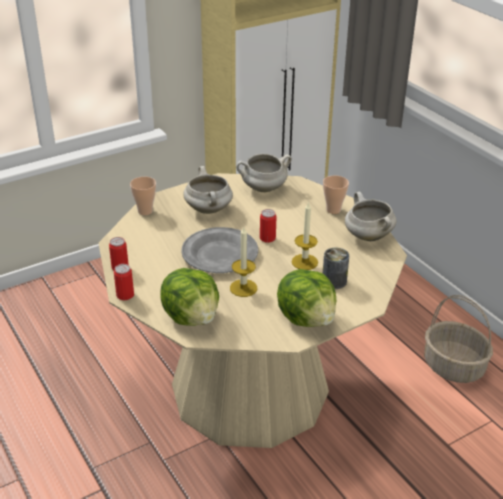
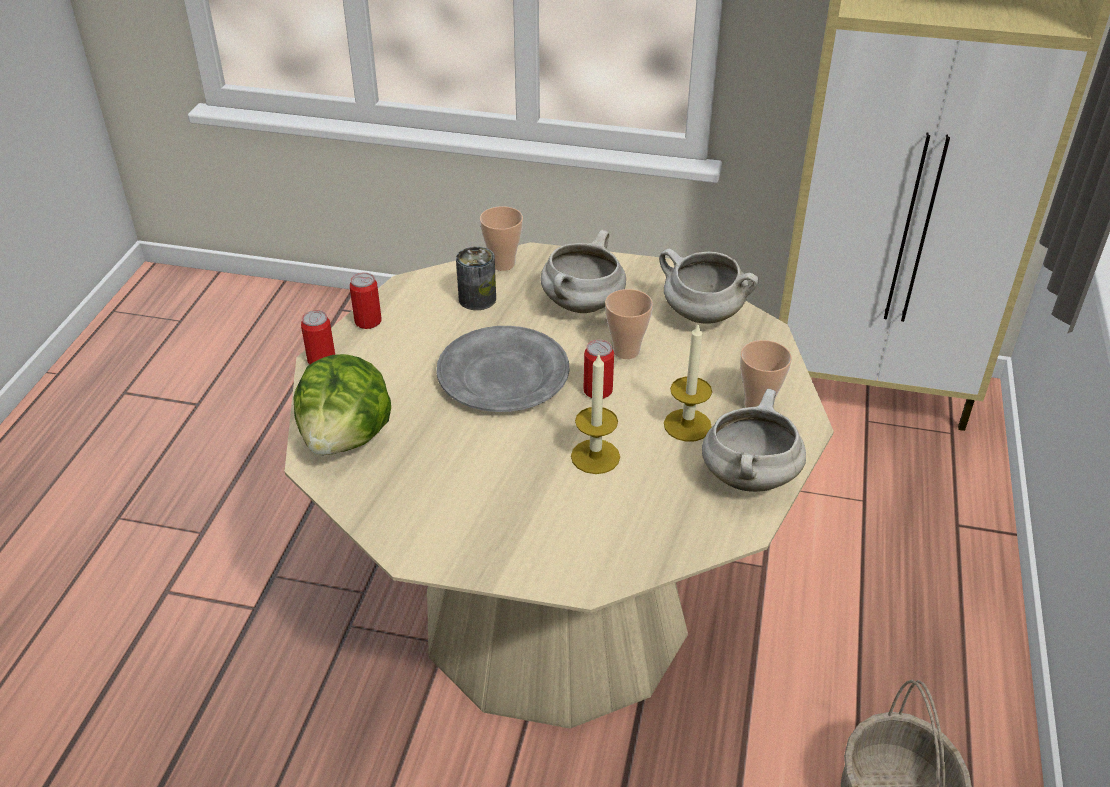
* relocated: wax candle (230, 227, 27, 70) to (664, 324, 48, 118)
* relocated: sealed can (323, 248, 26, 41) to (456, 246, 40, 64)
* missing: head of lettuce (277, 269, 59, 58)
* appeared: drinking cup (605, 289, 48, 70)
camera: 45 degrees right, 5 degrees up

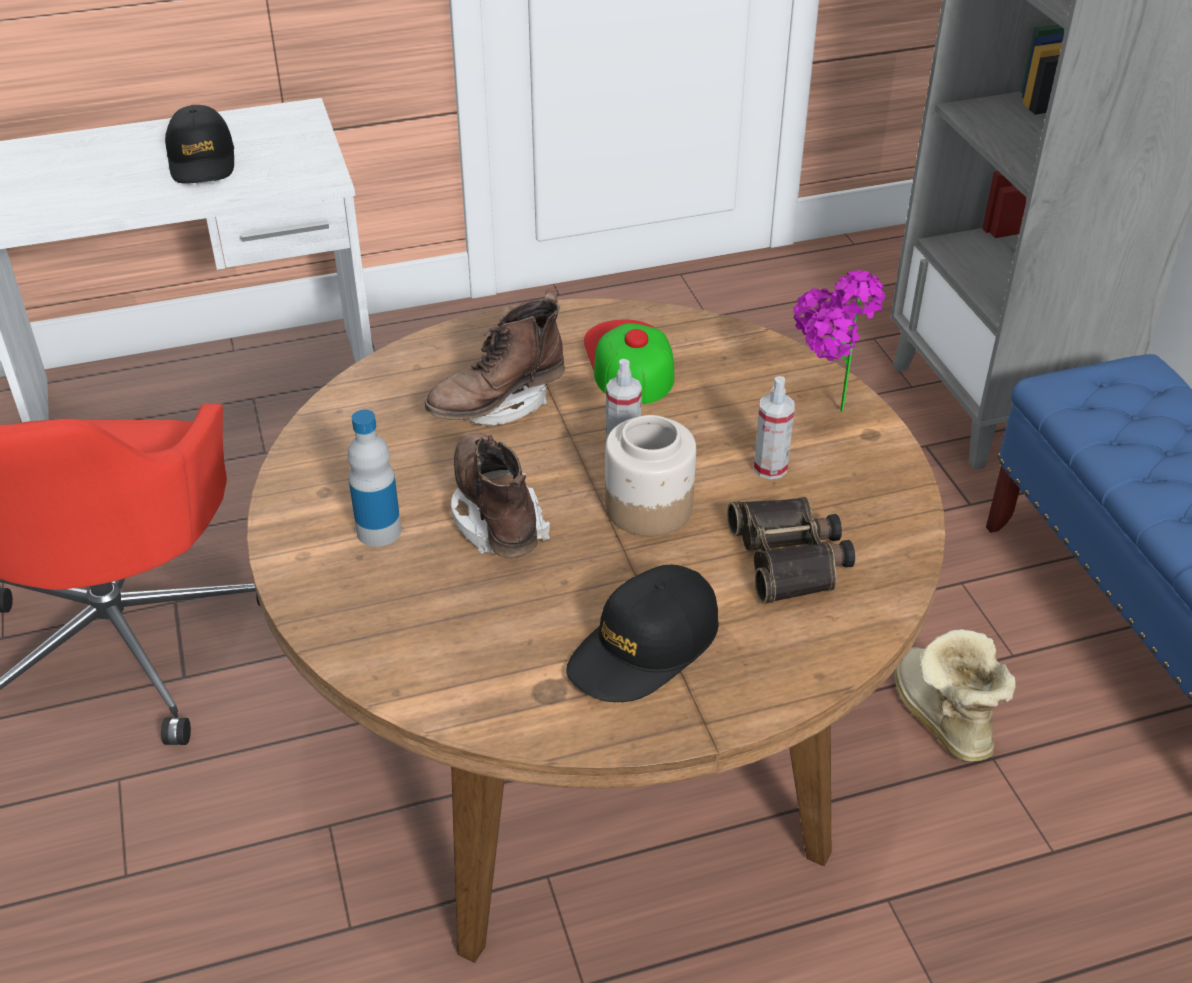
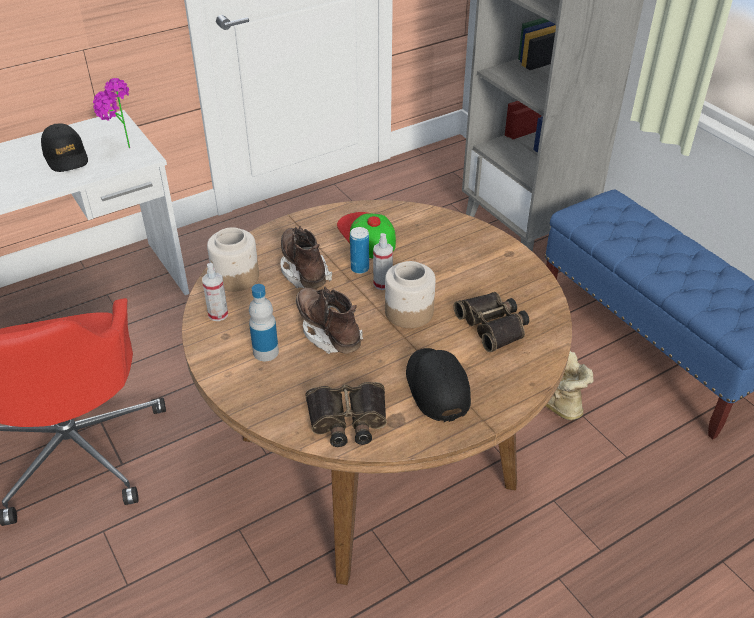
* relocated: houseplant (793, 270, 92, 142) to (93, 78, 37, 70)
* spun: boot (brownish) (425, 291, 140, 134) = (280, 226, 52, 63) 120 degrees clockwise
* relocated: sprayer (754, 376, 41, 103) to (202, 263, 26, 58)
* spun: cap (black-coloured) (566, 565, 152, 137) = (406, 348, 65, 75) 135 degrees clockwise
* appeared: preserve jar (207, 227, 52, 65)
* appeared: sealed can (350, 227, 19, 47)
* appeared: field glasses (305, 382, 82, 65)
camera: 15 degrees left, 0 degrees up

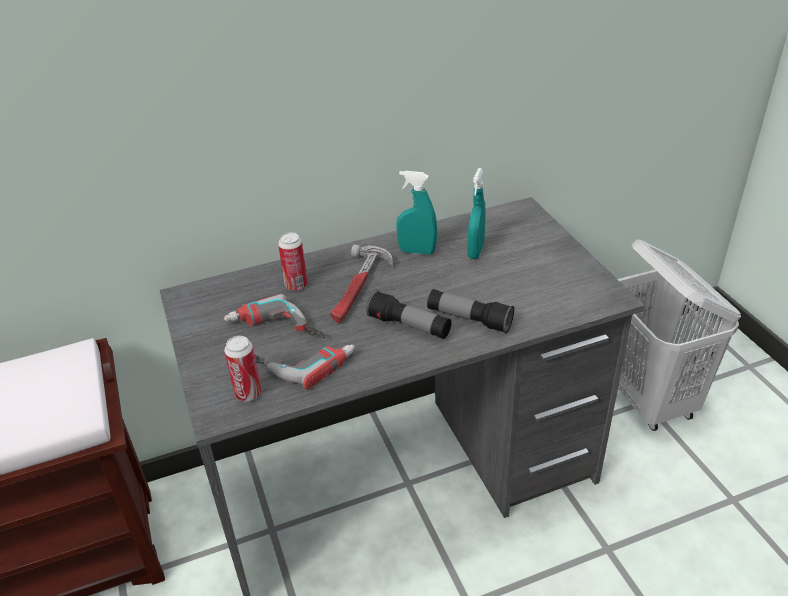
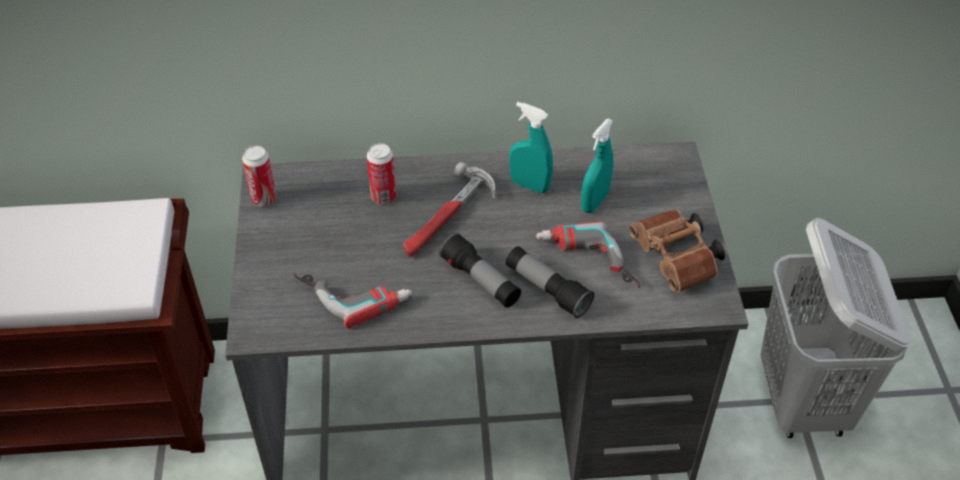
* relocated: drill (224, 294, 101, 44) to (536, 221, 104, 67)
* relocated: sealed can (224, 336, 38, 65) to (242, 145, 35, 61)
* appeared: field glasses (brownish) (629, 209, 96, 84)
camera: 15 degrees right, 10 degrees up

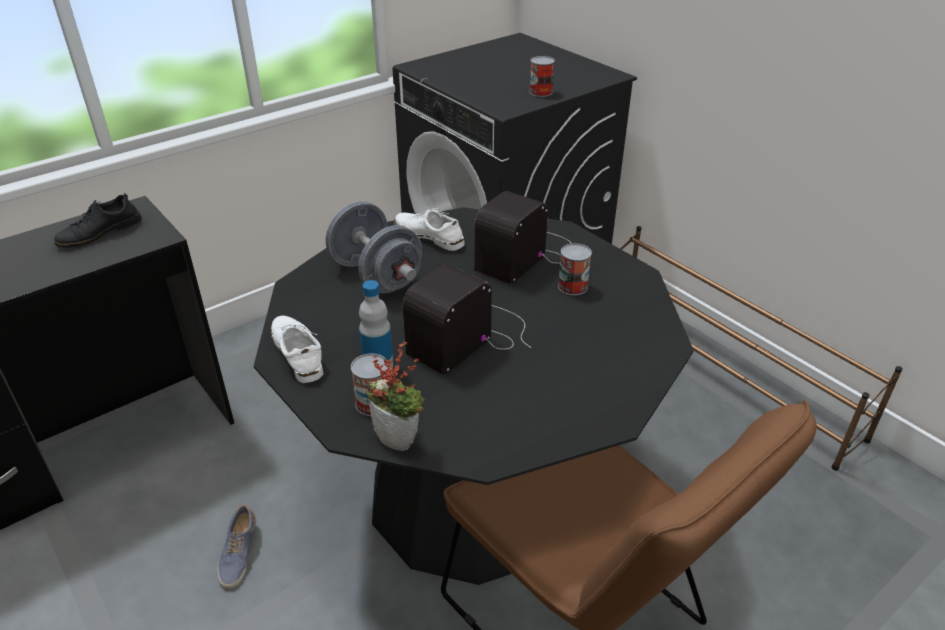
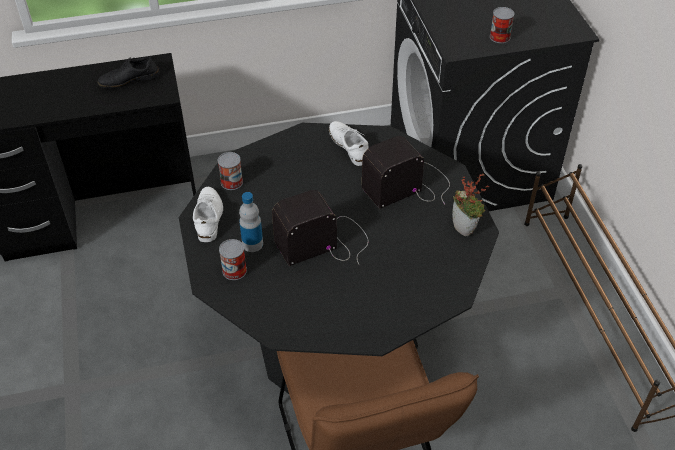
* missing: free weight (gray) (326, 201, 96, 92)
* relocated: sealed can (558, 243, 34, 52) to (218, 152, 25, 38)
* relocated: houseplant (366, 341, 59, 110) to (452, 173, 37, 63)
* missing: low shoe (217, 505, 39, 84)
camera: 25 degrees right, 10 degrees up

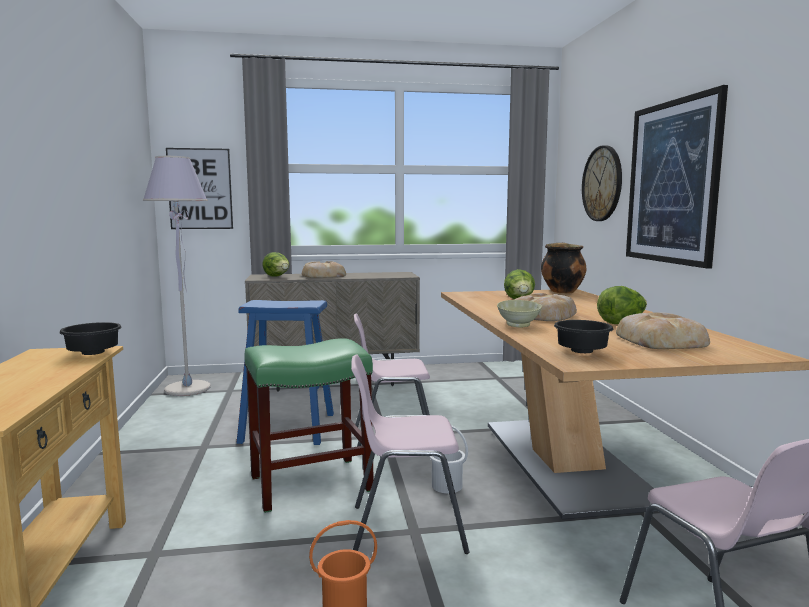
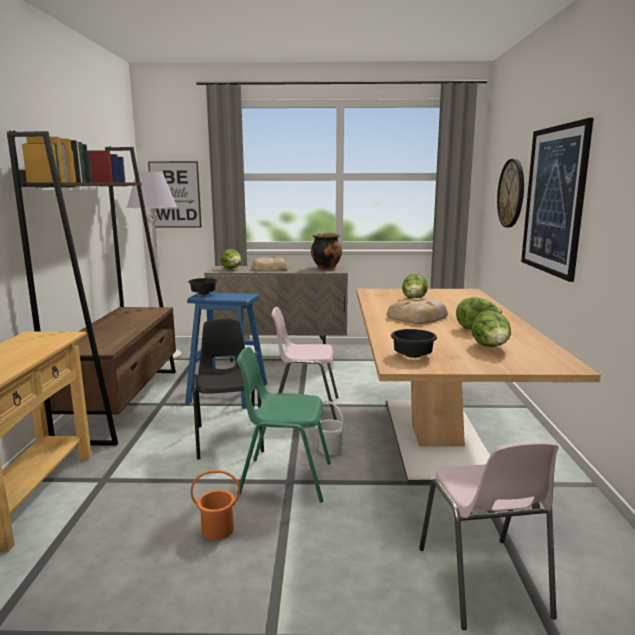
* relocated: saucepot (541, 243, 46, 51) to (311, 232, 31, 37)
* missing: deep dish (beige) (497, 300, 45, 28)
* exchanged: bakery bread (616, 312, 94, 37) to head of lettuce (471, 310, 40, 37)
* relocated: deep dish (black-coloured) (59, 322, 63, 33) to (188, 278, 29, 17)
* exchanged: stool seat (green-coloured) (244, 338, 130, 175) to plain chair (black-coloured) (193, 319, 71, 141)
* colour: plain chair (pink-coloured) (351, 354, 119, 200) to plain chair (green-coloured) (237, 346, 94, 156)
* appeared: shelving unit (brownish) (7, 131, 169, 315)
camera: 10 degrees right, 5 degrees up

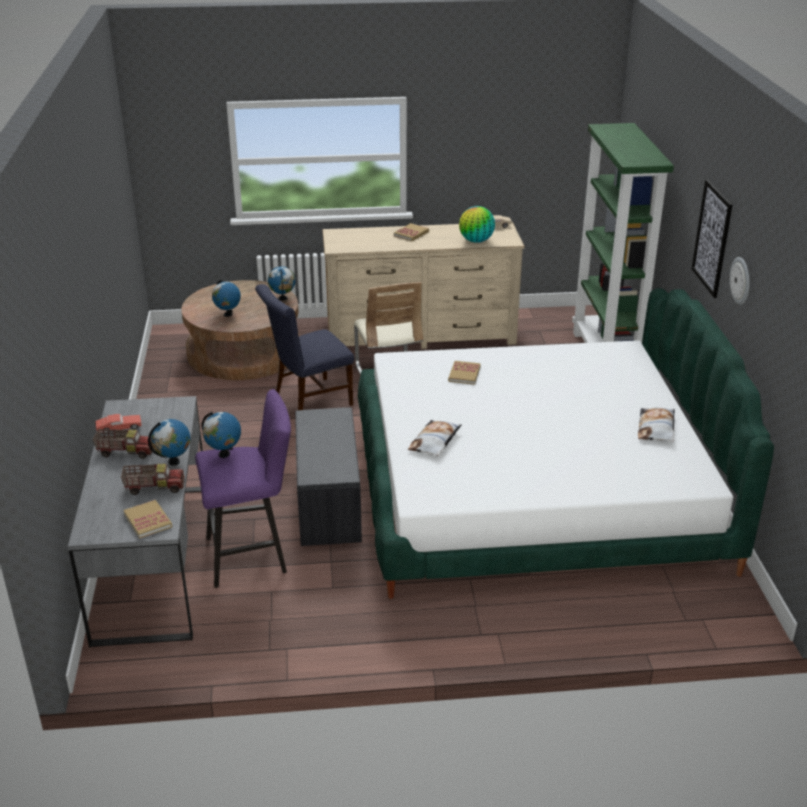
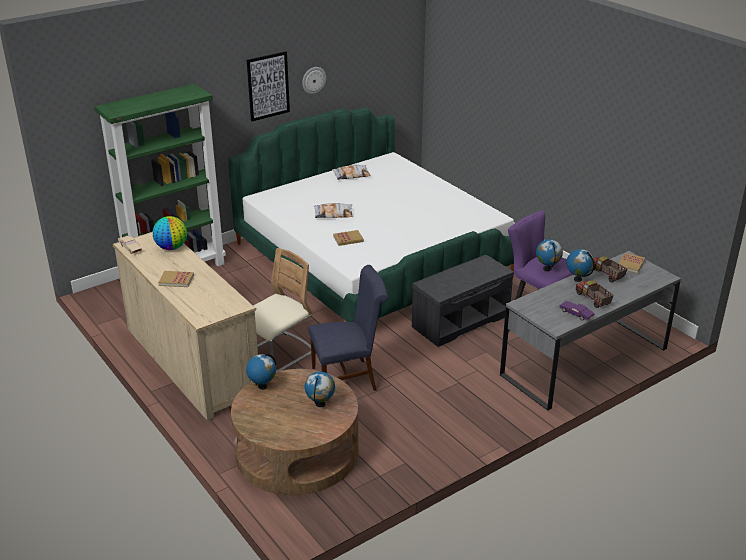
* spun: plain chair (blue-coloured) (255, 284, 99, 126) = (308, 265, 80, 126) 45 degrees counterclockwise
* colour: toy car (red-coloured) (96, 414, 46, 18) to toy car (purple-coloured) (559, 301, 35, 20)
* relocated: pillow (407, 420, 55, 36) to (314, 203, 39, 15)
camera: 120 degrees left, 0 degrees up

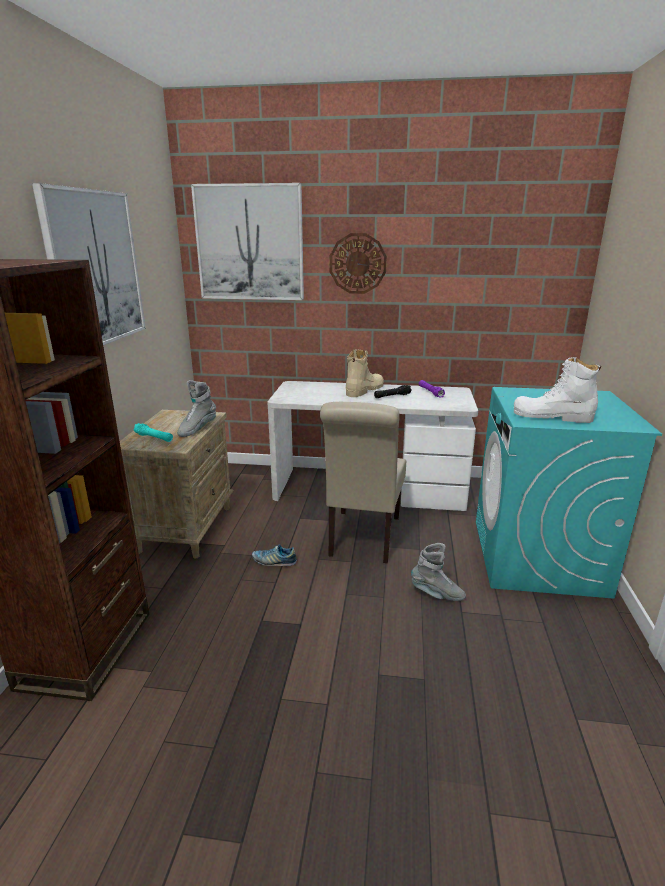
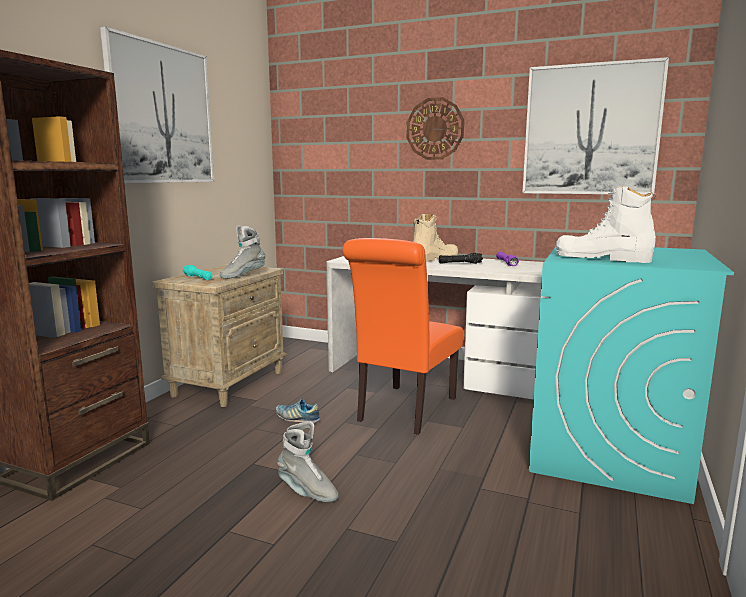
* relocated: wall picture (191, 183, 113, 117) to (522, 57, 147, 138)
* colour: plain chair (beige) (320, 402, 86, 161) to plain chair (orangey) (343, 238, 120, 197)
* relocated: boot (gray) (411, 543, 55, 58) to (277, 421, 62, 81)
camera: 15 degrees right, 10 degrees down

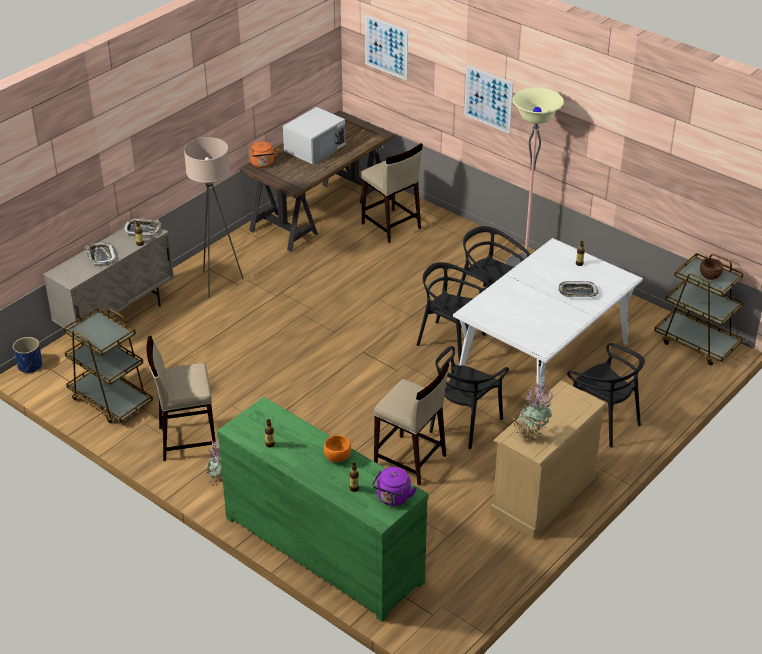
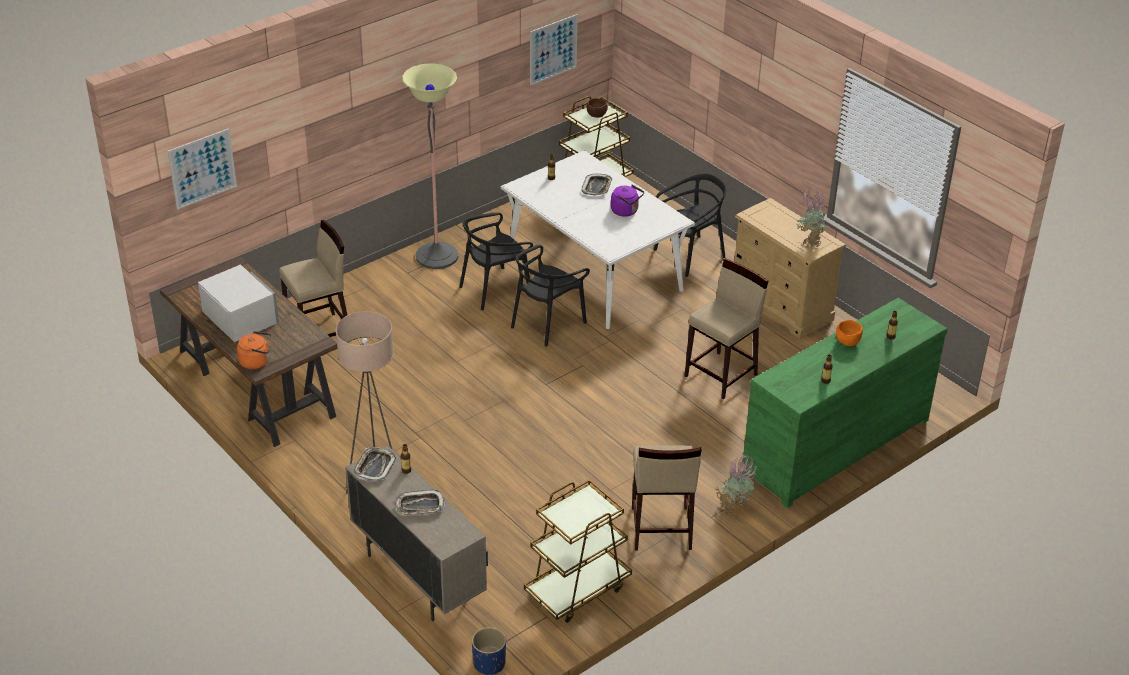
* relocated: wall picture (464, 65, 49, 69) to (530, 14, 48, 71)
* missing: plain chair (black-coloured) (429, 346, 80, 103)
* relocated: water kettle (purple-coloured) (372, 467, 45, 39) to (611, 185, 33, 32)
camera: 80 degrees left, 0 degrees up

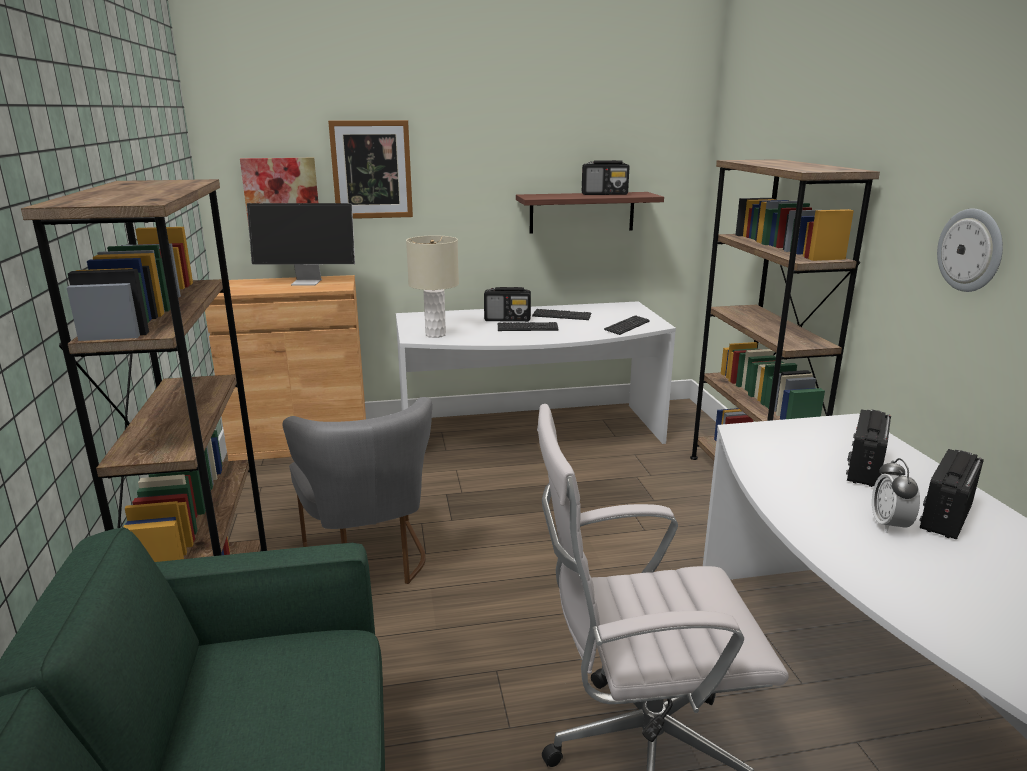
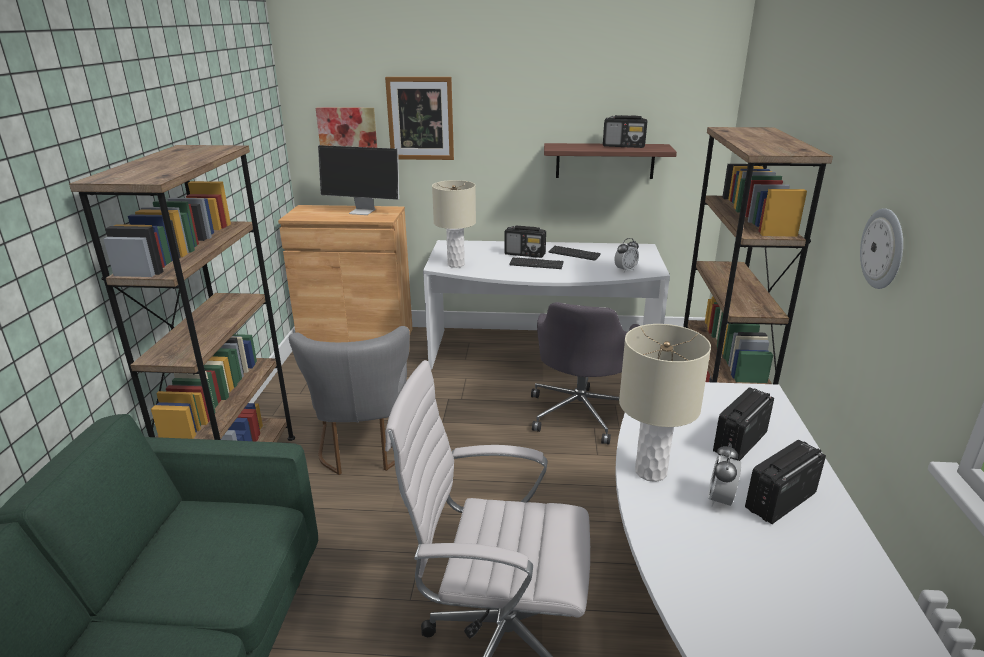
* exchanged: computer keyboard (604, 315, 46, 20) to bedside clock (614, 238, 25, 35)
* appeared: computer chair (gray) (531, 302, 109, 142)
* appeared: lamp for a table (beige) (619, 324, 92, 158)
camera: 15 degrees right, 5 degrees up

